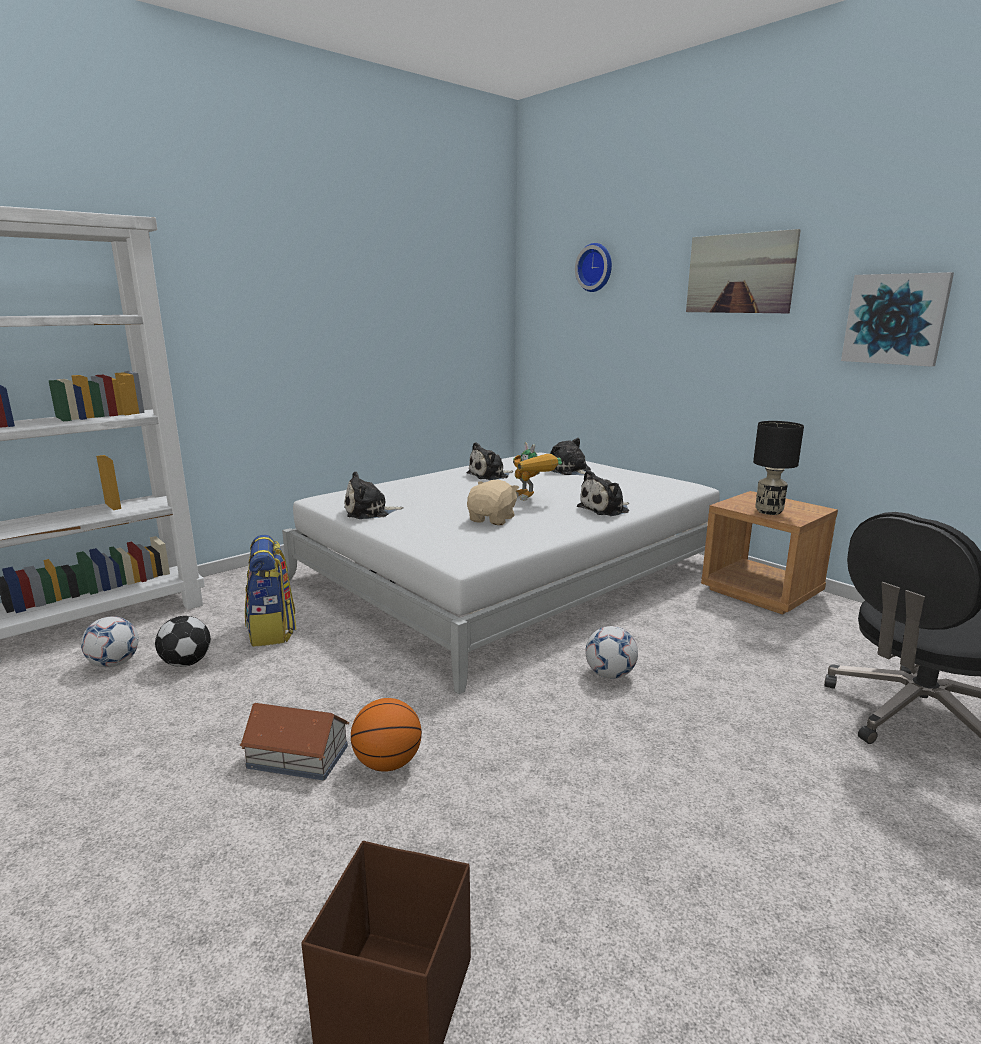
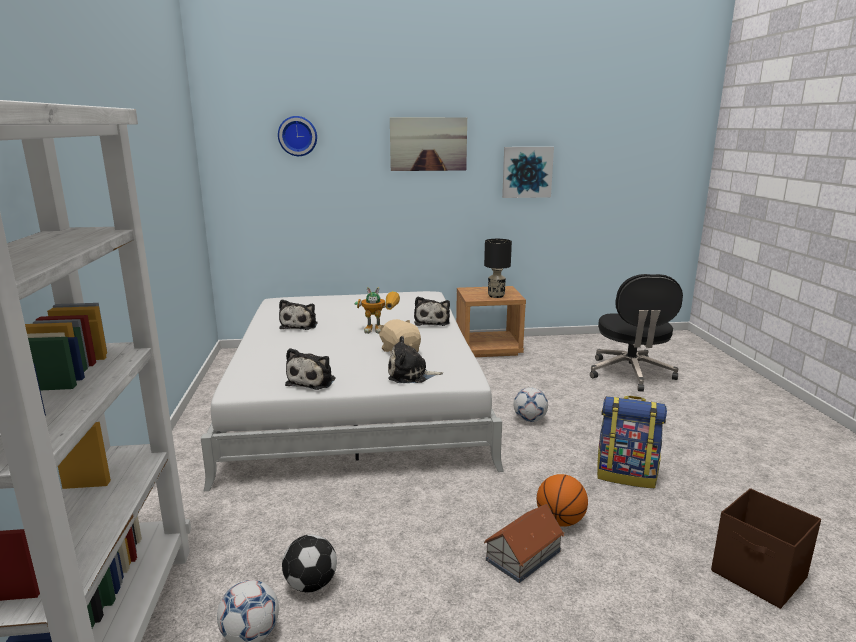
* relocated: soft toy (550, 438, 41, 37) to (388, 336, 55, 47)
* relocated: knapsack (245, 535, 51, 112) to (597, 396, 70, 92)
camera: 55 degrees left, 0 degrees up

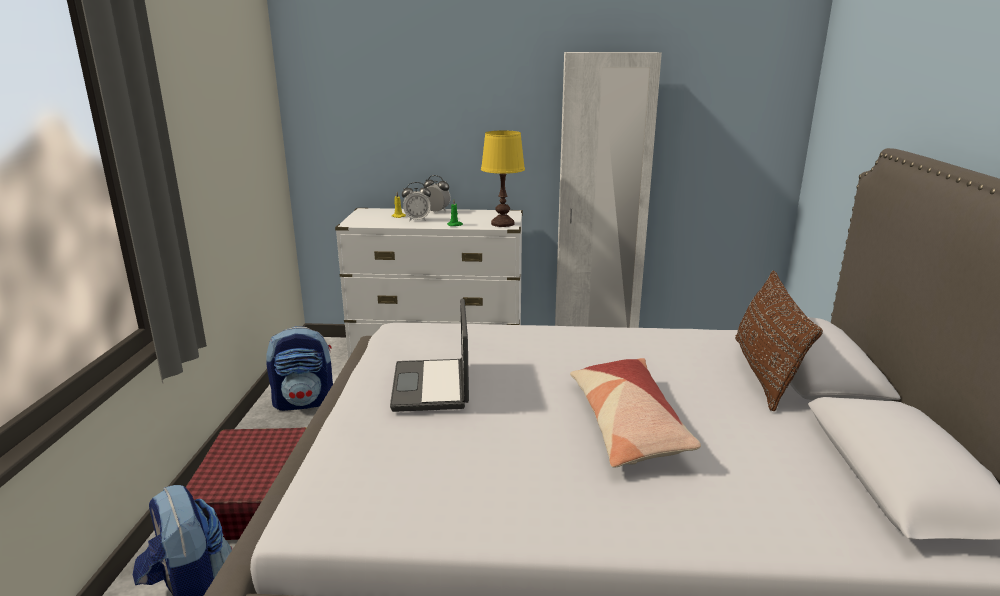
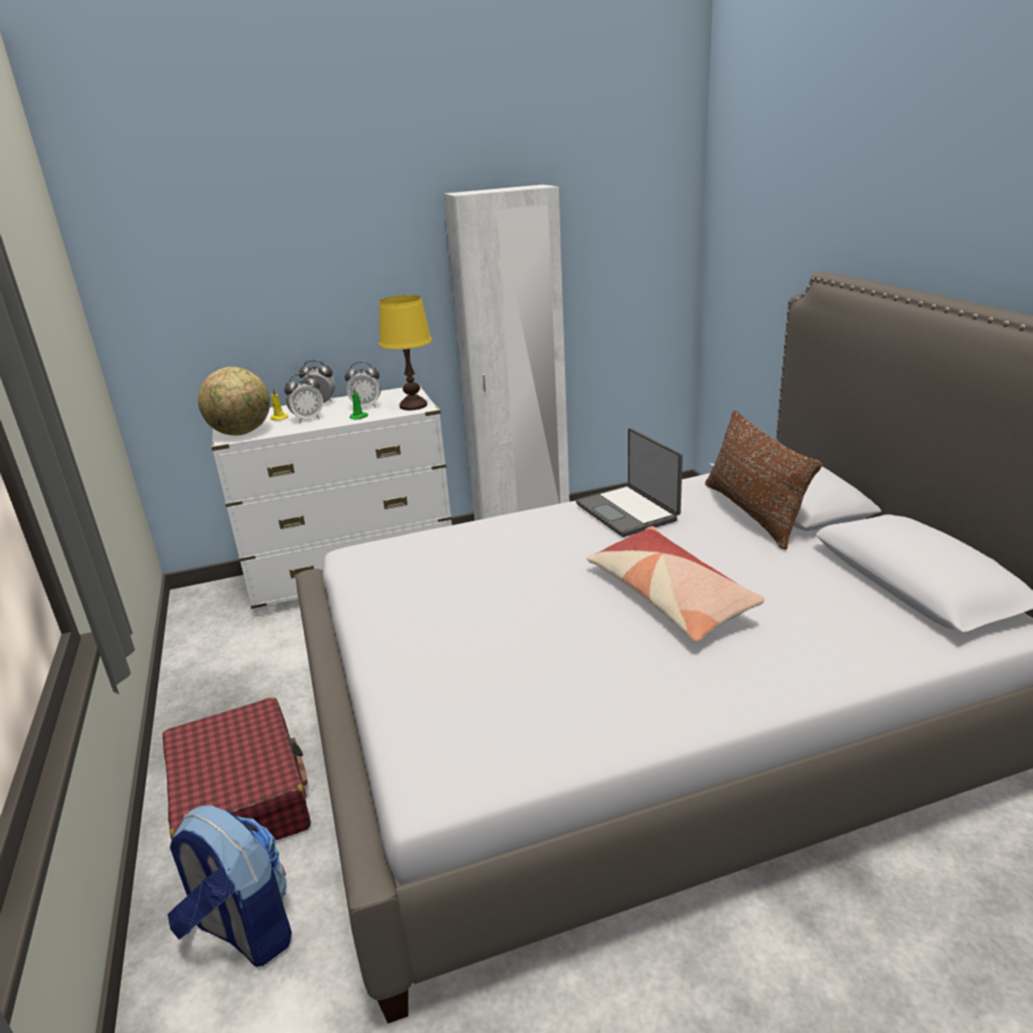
* relocated: laptop (390, 299, 79, 113) to (576, 428, 107, 109)
* missing: knapsack (267, 326, 66, 85)
* appeared: bedside clock (345, 362, 36, 46)
* appeared: world globe (198, 367, 72, 68)
camera: 20 degrees left, 5 degrees up

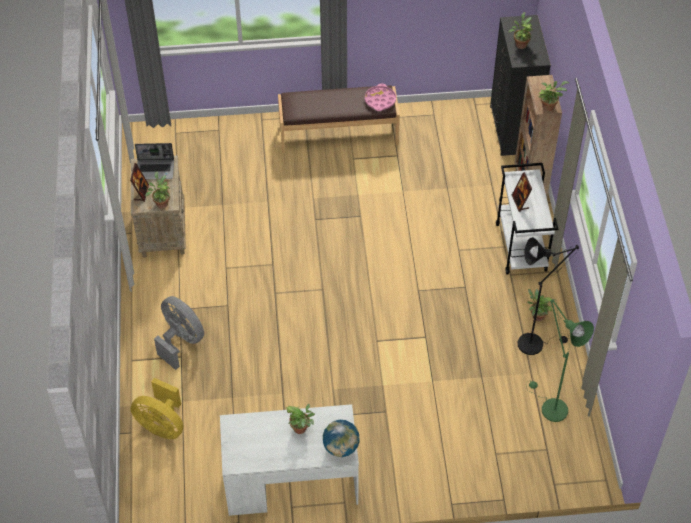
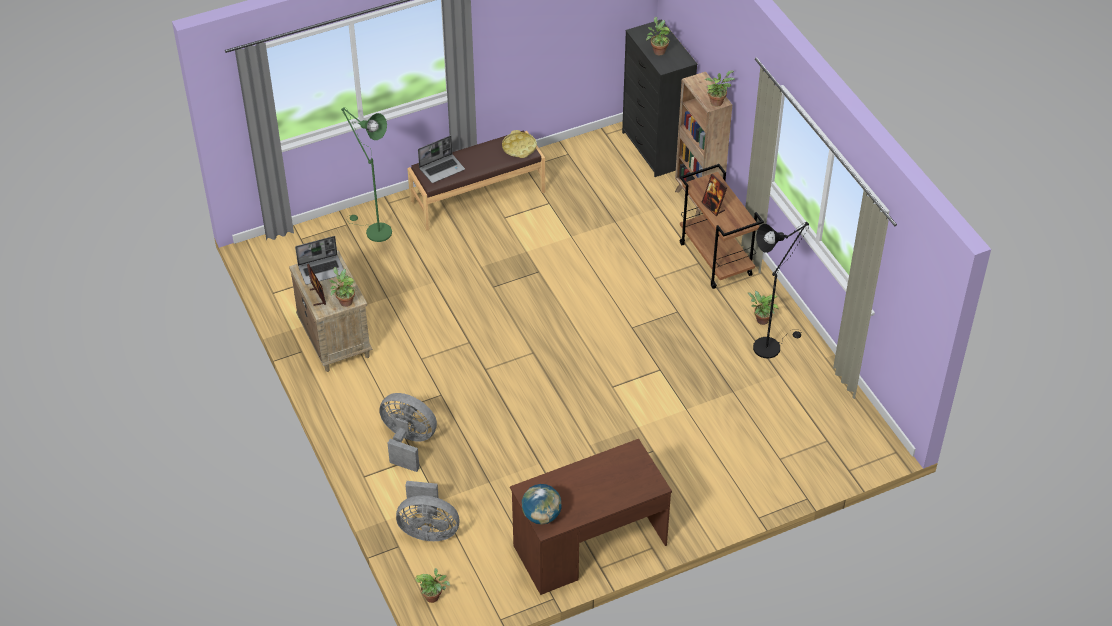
* colour: serving tray (pink-coloured) (365, 84, 31, 27) to serving tray (yellowish) (502, 130, 35, 28)
* colour: trolley (white) (496, 163, 62, 112) to trolley (brownish) (680, 164, 84, 125)
* relocated: standard lamp (green-coloured) (526, 299, 68, 123) to (341, 107, 51, 135)
* colour: cooling fan (yellowish) (130, 378, 54, 61) to cooling fan (gray) (396, 481, 64, 60)
* colour: desk (white) (220, 404, 139, 112) to desk (brownish) (510, 439, 162, 156)
* relocated: houseplant (286, 404, 29, 30) to (415, 568, 35, 35)
* relocated: world globe (323, 420, 37, 37) to (522, 484, 40, 41)
* appeared: laptop (418, 135, 47, 48)
camera: 20 degrees left, 5 degrees down

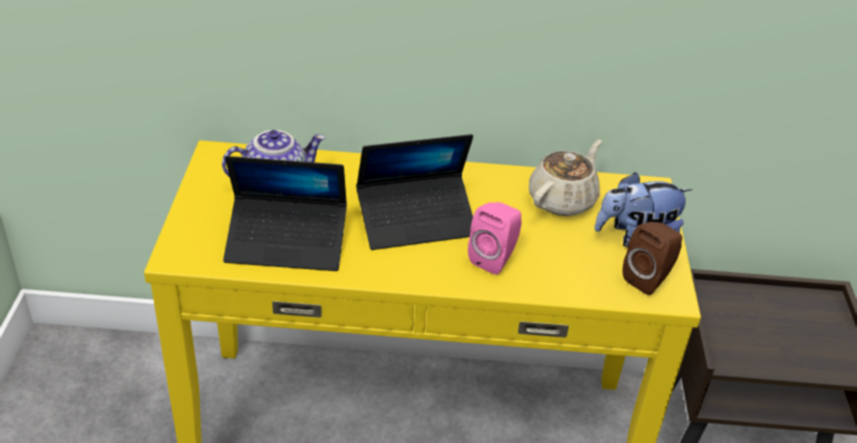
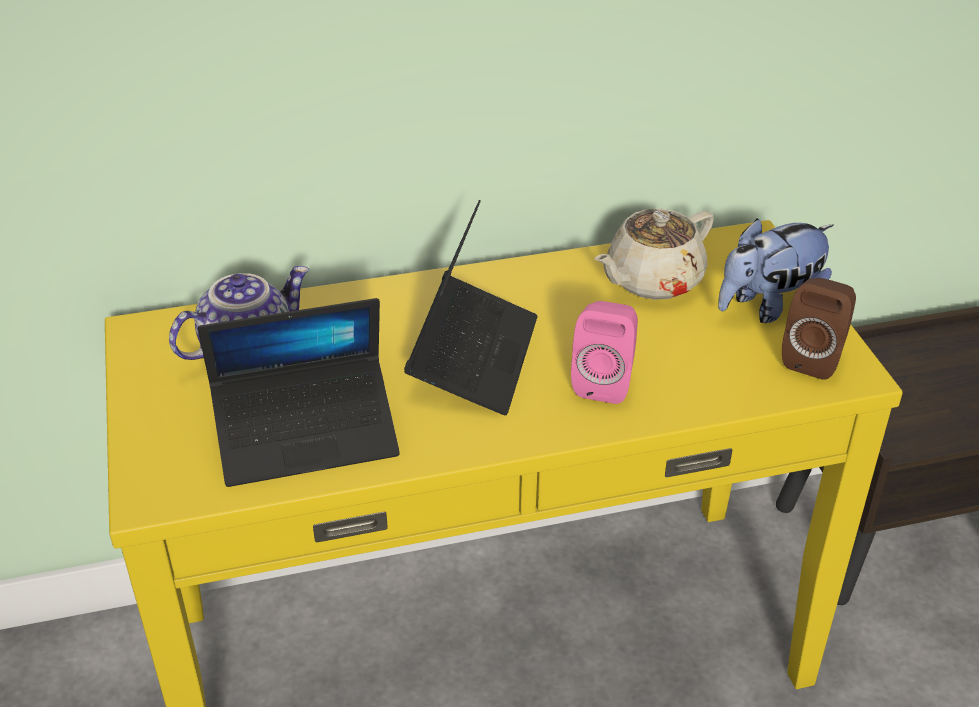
* spun: laptop (356, 134, 117, 116) = (404, 200, 134, 215) 45 degrees counterclockwise
* spun: teapot (beige) (529, 140, 73, 76) = (595, 208, 119, 92) 150 degrees counterclockwise
camera: 15 degrees left, 0 degrees up

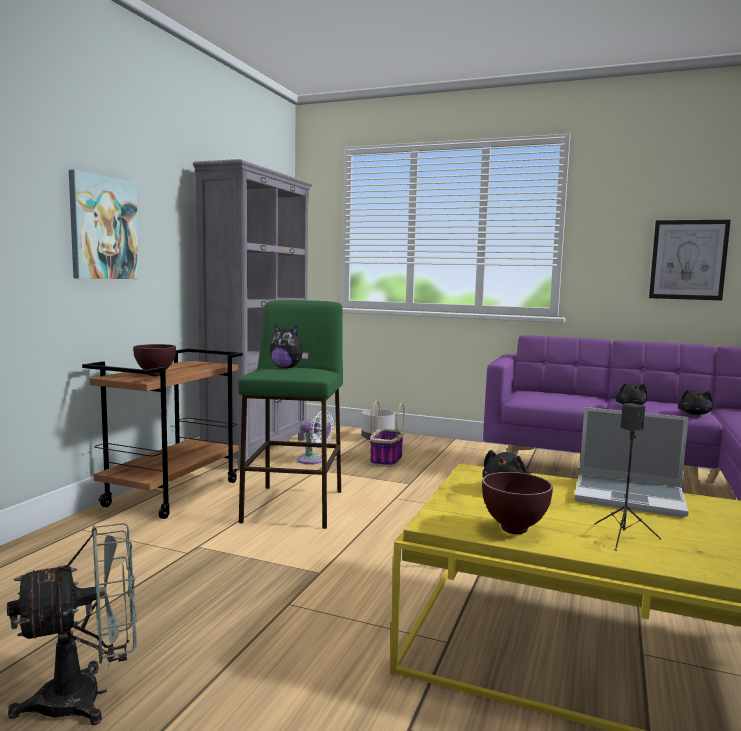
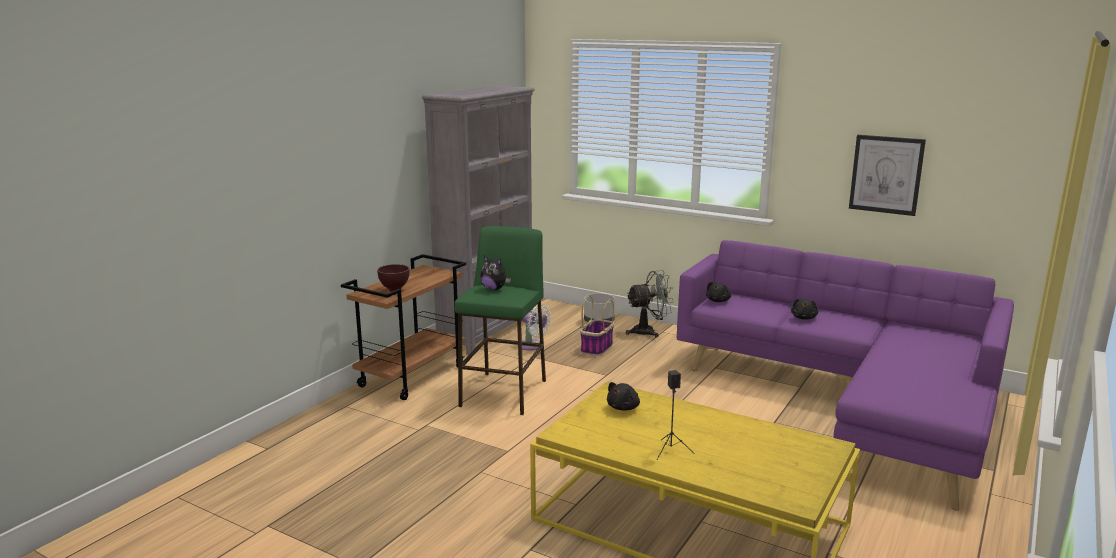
* missing: wall picture (69, 169, 70, 110)
* relocated: soft toy (black-coloured) (678, 389, 34, 26) to (706, 282, 25, 20)
* missing: laptop (574, 407, 115, 111)
* missing: deep dish (brownish) (482, 472, 71, 62)
* relocated: cooling fan (gray) (7, 523, 130, 202) to (626, 270, 48, 67)
camera: 10 degrees right, 10 degrees up

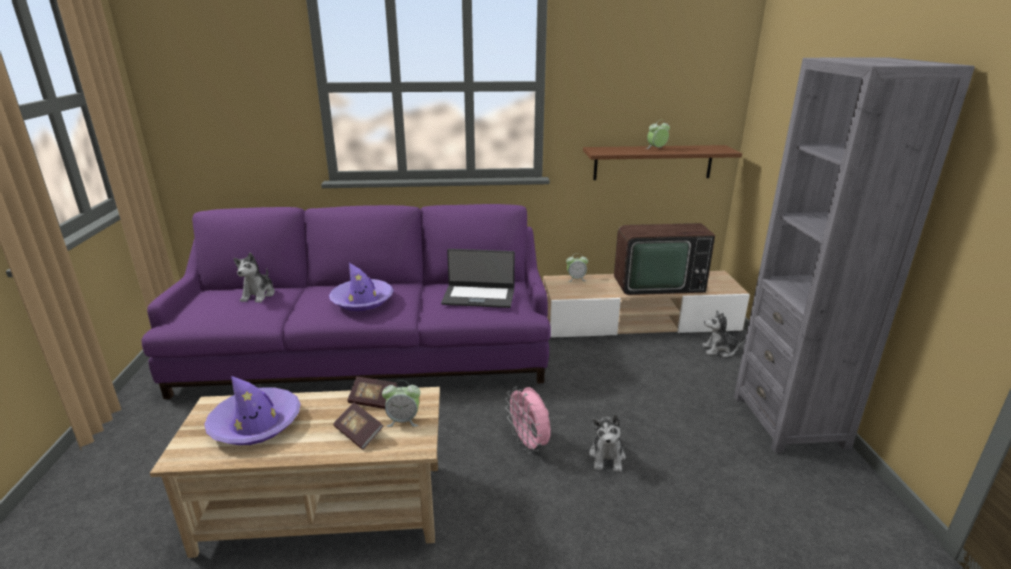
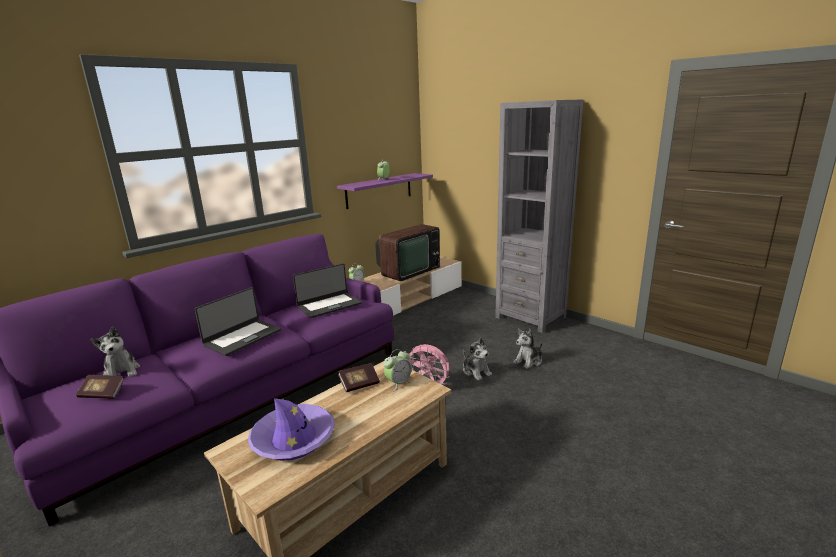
* colour: wall shelf (brownish) (583, 145, 159, 35) to wall shelf (purple-coloured) (337, 173, 96, 36)
* exchanged: hat (purple-coloured) (329, 263, 65, 48) to laptop (194, 287, 87, 69)
* relocated: soft toy (702, 310, 44, 47) to (514, 329, 28, 40)
* relocated: book (333, 402, 50, 48) to (76, 375, 48, 24)
camera: 40 degrees left, 5 degrees down

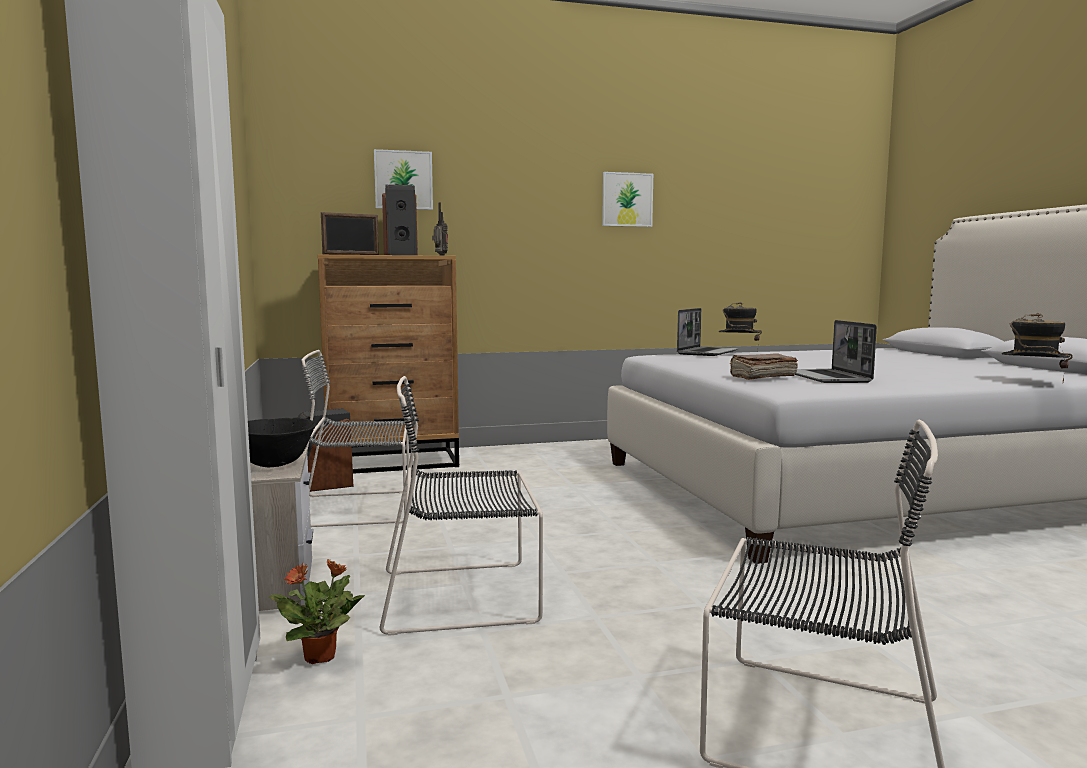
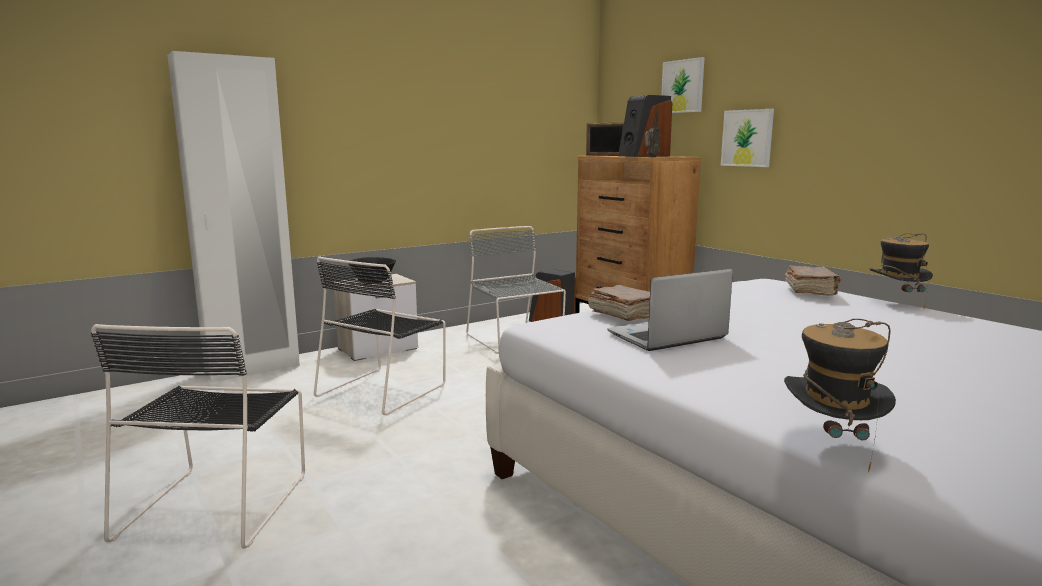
* relocated: wall picture (602, 172, 51, 55) to (721, 109, 53, 58)
* exchanged: laptop (677, 308, 61, 48) to book (brownish) (785, 265, 56, 31)
* spun: plain chair (black-coloured) (380, 376, 163, 260) = (314, 256, 132, 159) 120 degrees counterclockwise
* missing: houseplant (269, 559, 96, 105)
camera: 70 degrees right, 5 degrees up

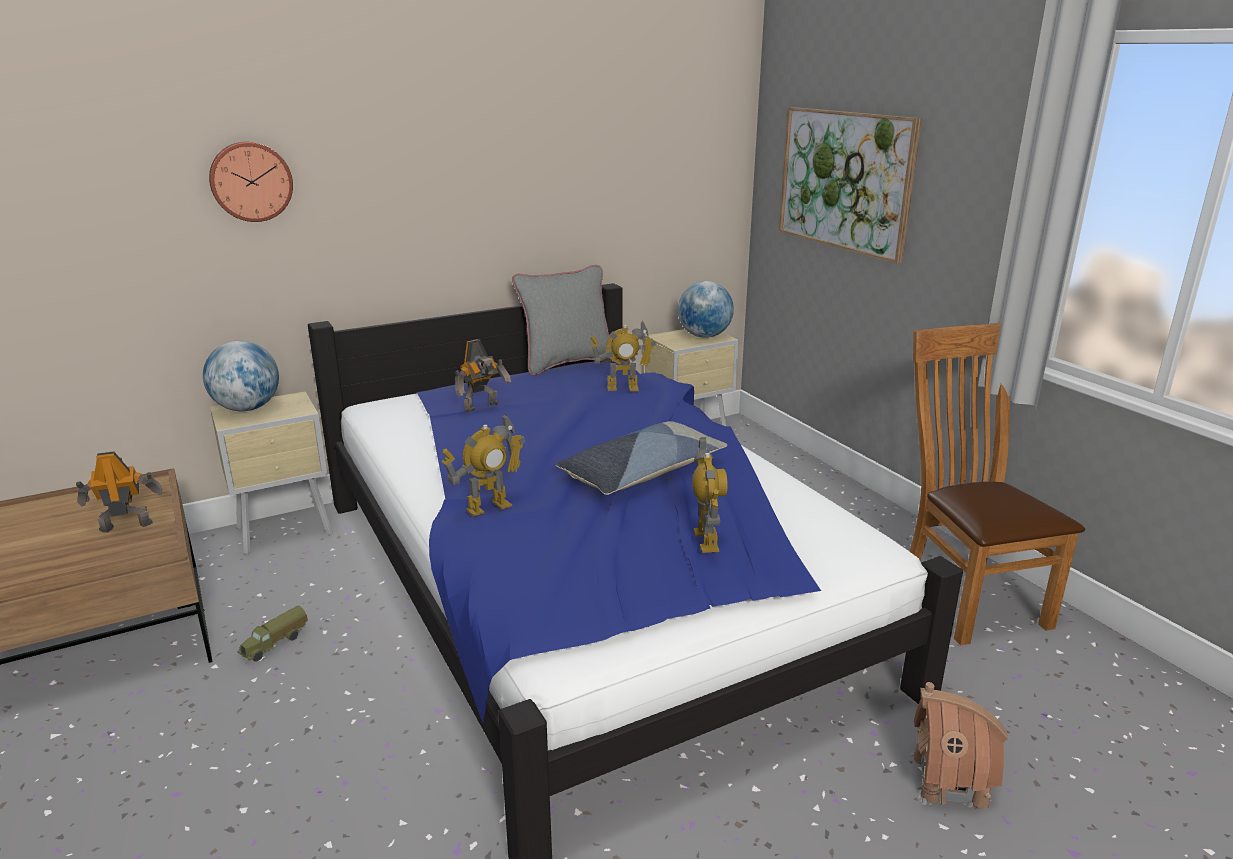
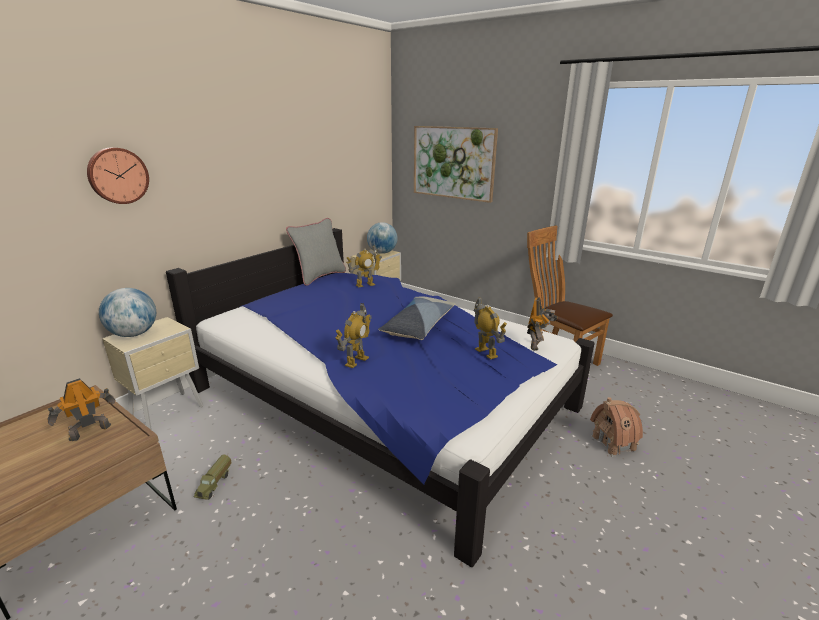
* relocated: toy robot (455, 339, 56, 74) to (527, 297, 31, 54)
camera: 25 degrees left, 0 degrees up

